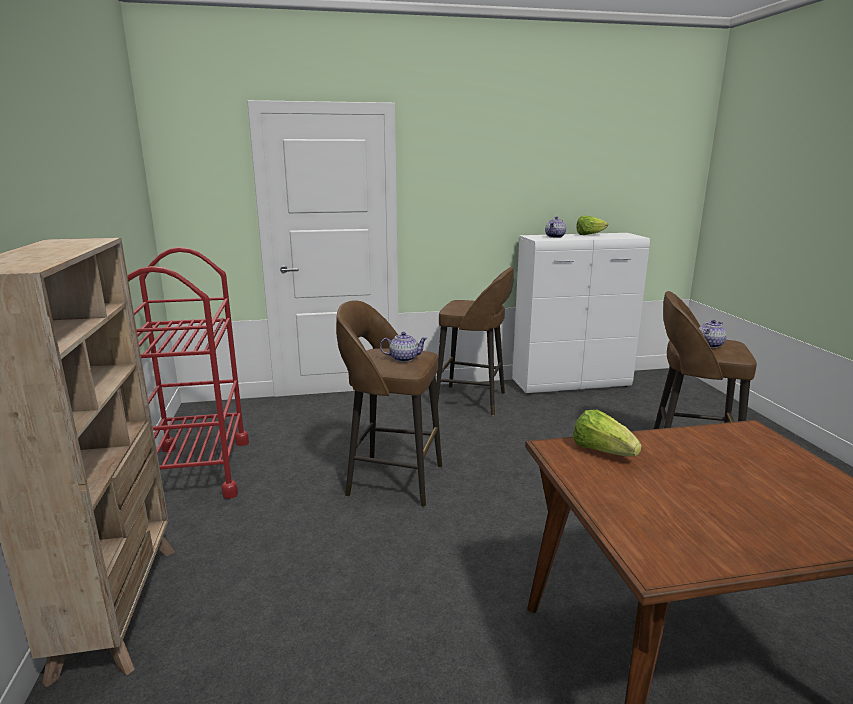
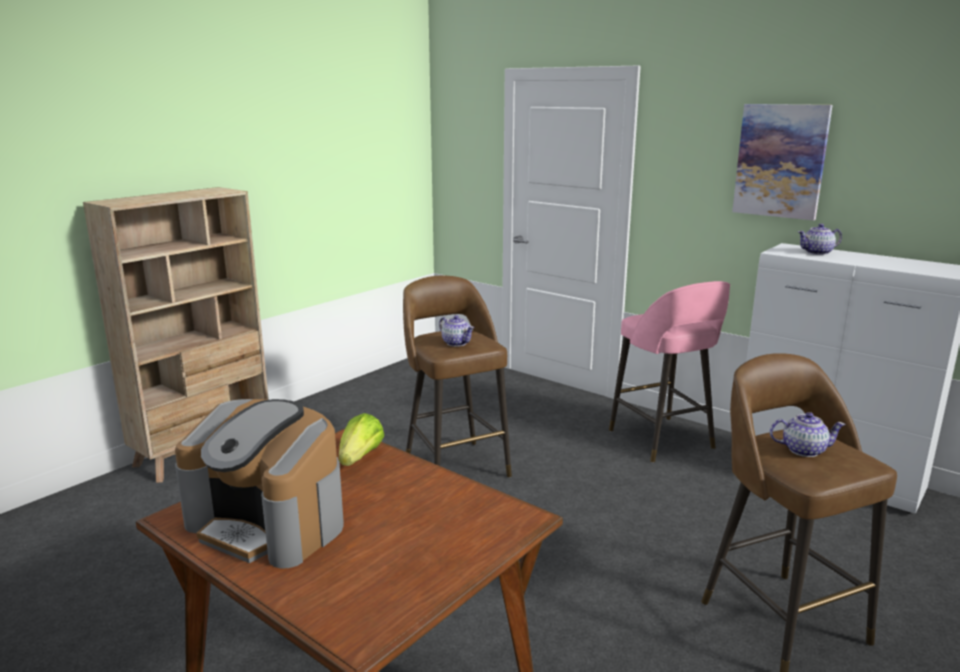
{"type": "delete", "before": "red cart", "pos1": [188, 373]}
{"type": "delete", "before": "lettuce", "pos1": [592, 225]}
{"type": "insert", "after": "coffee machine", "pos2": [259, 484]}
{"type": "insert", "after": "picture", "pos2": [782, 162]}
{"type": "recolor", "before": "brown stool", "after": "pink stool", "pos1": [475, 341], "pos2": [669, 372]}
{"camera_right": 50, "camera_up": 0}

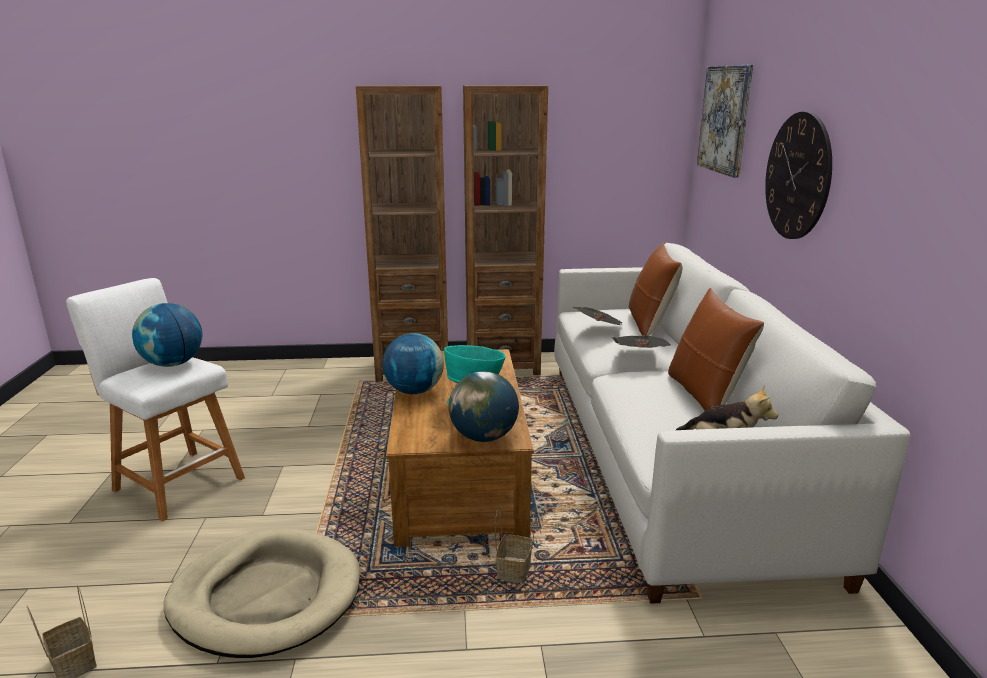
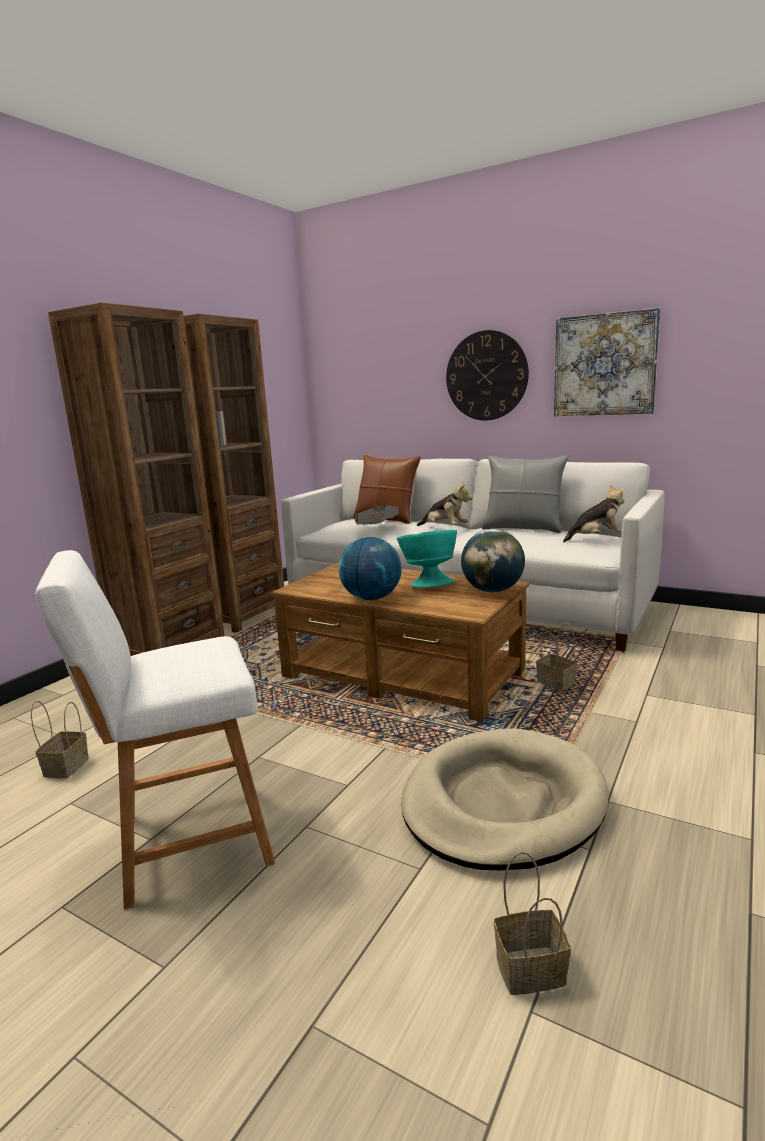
{"type": "delete", "before": "globe", "pos1": [167, 335]}
{"type": "insert", "after": "basket", "pos2": [60, 739]}
{"type": "move", "before": "picture", "pos1": [725, 121], "pos2": [607, 361]}
{"type": "replace", "before": "newspaper", "after": "plush toy", "pos1": [641, 341], "pos2": [445, 504]}
{"type": "recolor", "before": "brown pillow", "after": "grey pillow", "pos1": [716, 349], "pos2": [525, 494]}
{"camera_right": -55, "camera_up": -5}

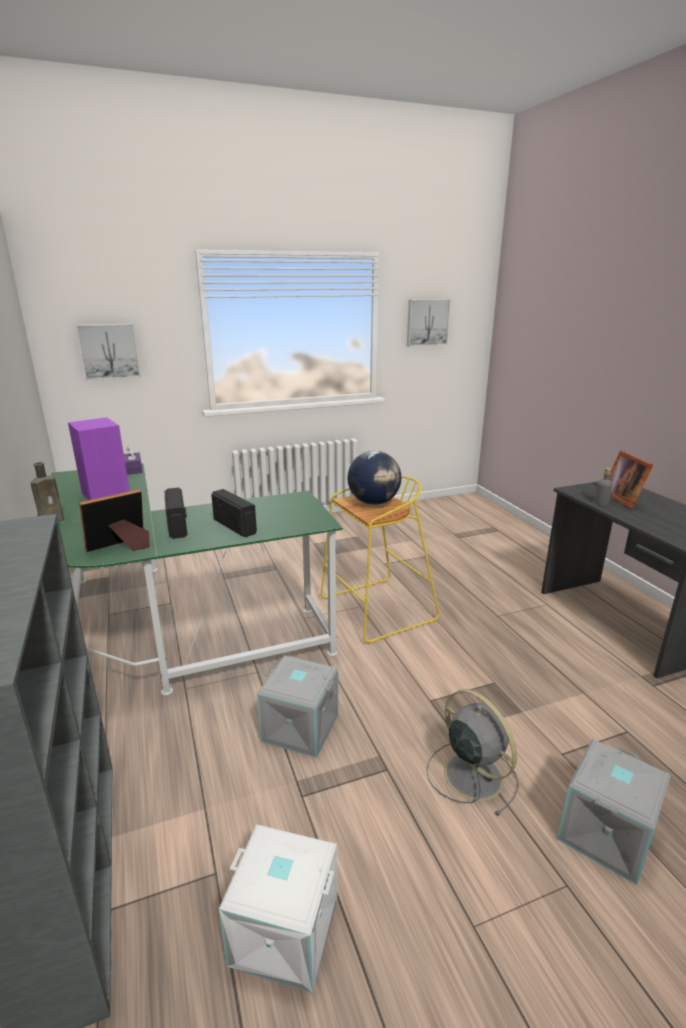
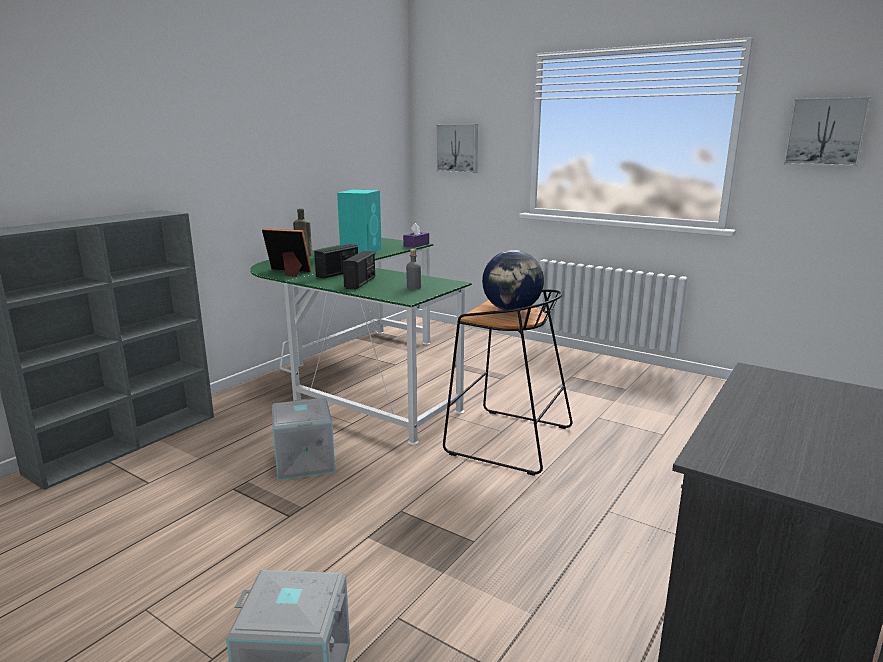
{"type": "delete", "before": "white storage box", "pos1": [278, 908]}
{"type": "delete", "before": "grey fan", "pos1": [473, 752]}
{"type": "delete", "before": "picture frame", "pos1": [631, 479]}
{"type": "move", "before": "grey bottle", "pos1": [603, 486], "pos2": [413, 269]}
{"type": "recolor", "before": "purple speaker", "after": "turquoise speaker", "pos1": [99, 458], "pos2": [359, 221]}
{"type": "recolor", "before": "yellow stool", "after": "black stool", "pos1": [380, 560], "pos2": [508, 383]}
{"camera_right": 55, "camera_up": -5}

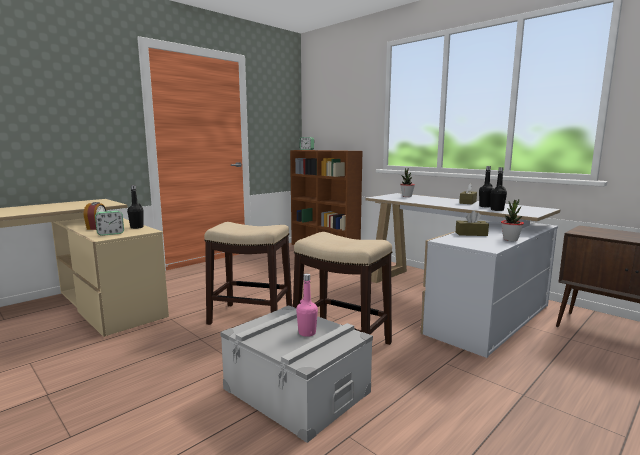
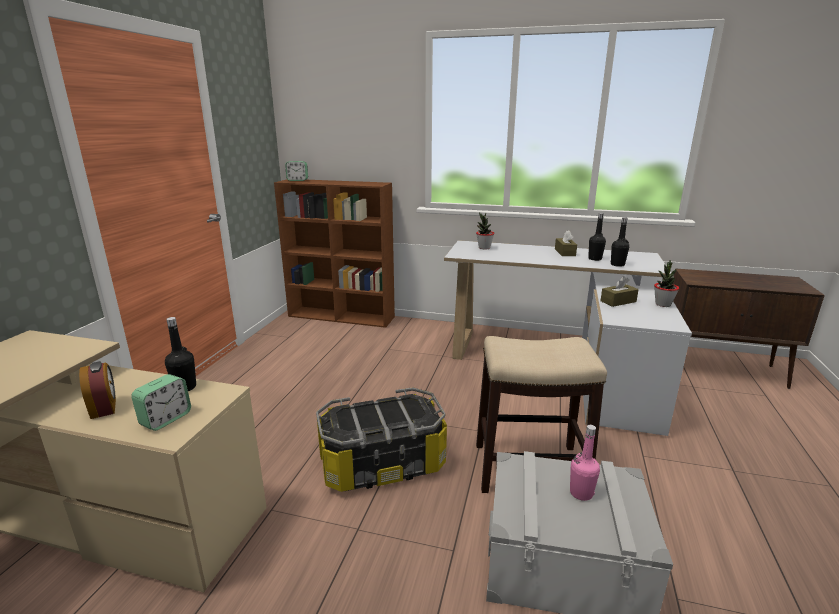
{"type": "replace", "before": "stool", "after": "storage box", "pos1": [248, 273], "pos2": [381, 439]}
{"camera_right": -30, "camera_up": 10}

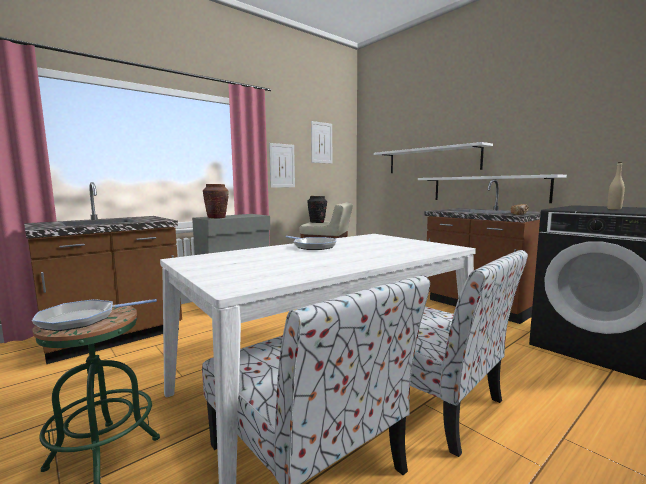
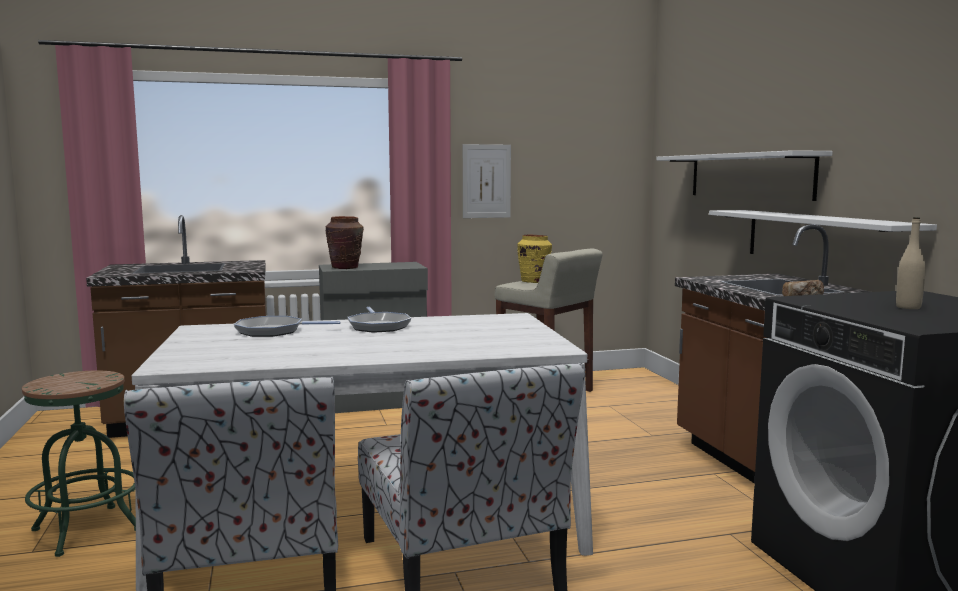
{"type": "delete", "before": "picture", "pos1": [321, 142]}
{"type": "move", "before": "frying pan", "pos1": [94, 315], "pos2": [287, 326]}
{"type": "recolor", "before": "black vase", "after": "yellow vase", "pos1": [317, 209], "pos2": [534, 259]}
{"camera_right": 25, "camera_up": 0}

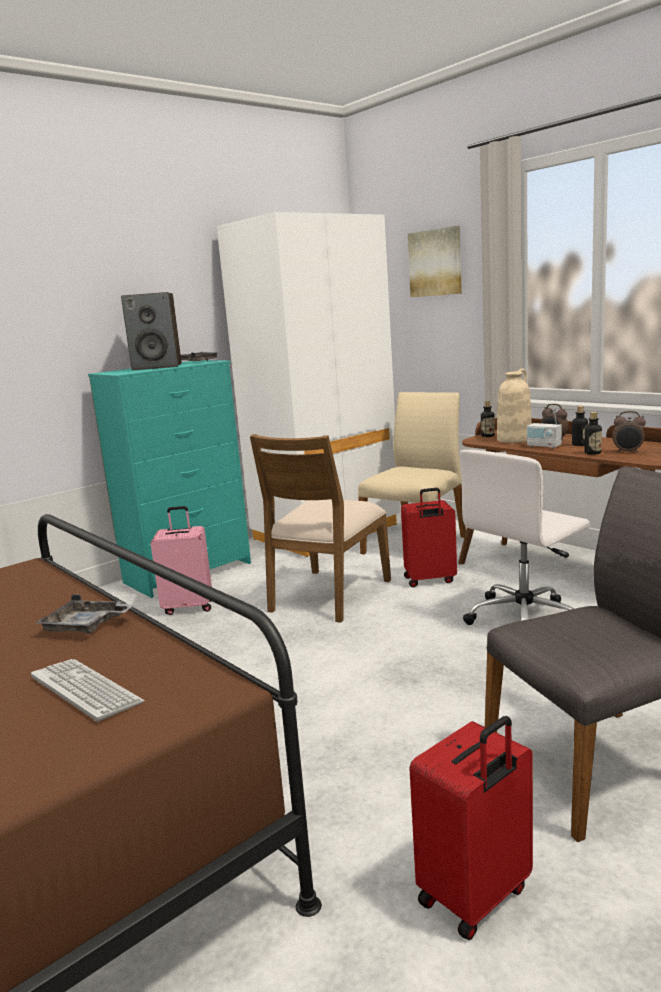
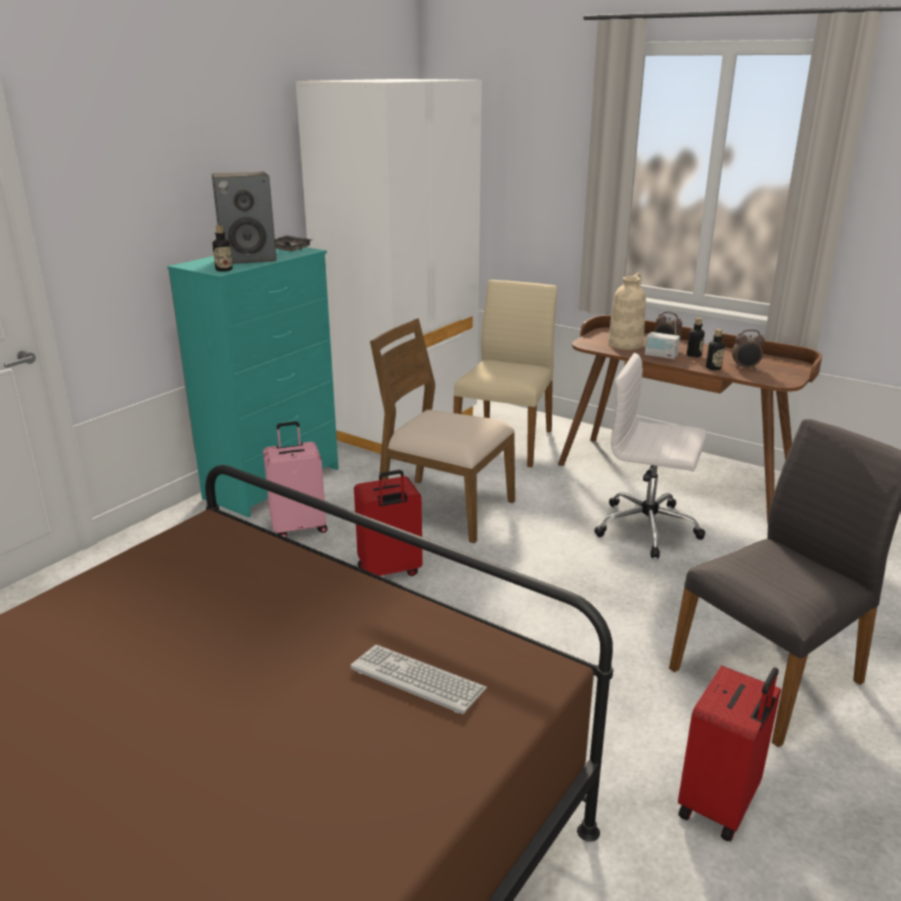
{"type": "delete", "before": "grey tray", "pos1": [85, 614]}
{"type": "delete", "before": "picture", "pos1": [435, 261]}
{"type": "move", "before": "red suitcase", "pos1": [429, 537], "pos2": [388, 523]}
{"type": "move", "before": "bottle", "pos1": [488, 419], "pos2": [223, 249]}
{"type": "rotate", "before": "brown chair", "pos1": [320, 528], "pos2": [442, 430], "turn": 105}
{"type": "rotate", "before": "white office chair", "pos1": [525, 537], "pos2": [650, 455], "turn": 75}
{"camera_right": -15, "camera_up": 10}

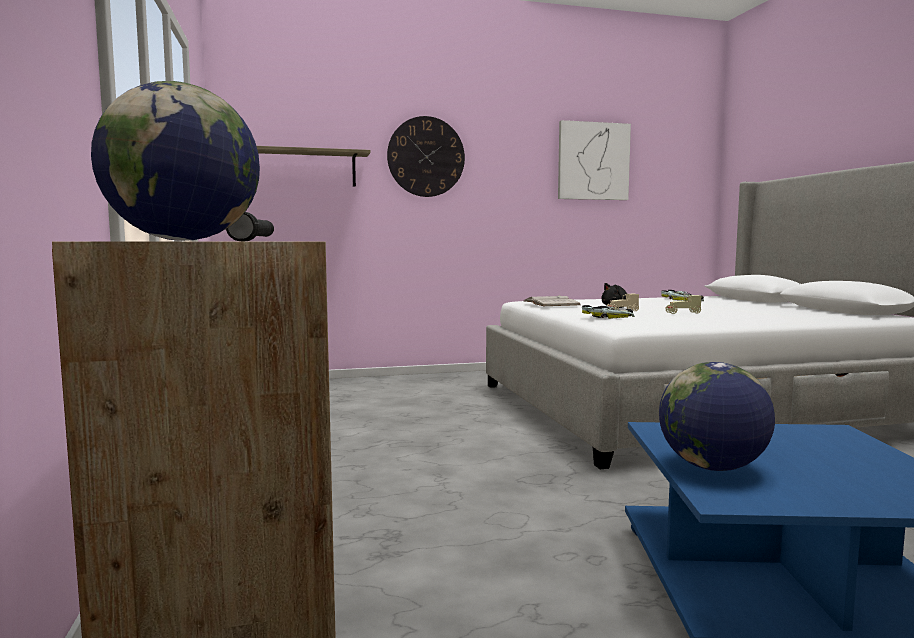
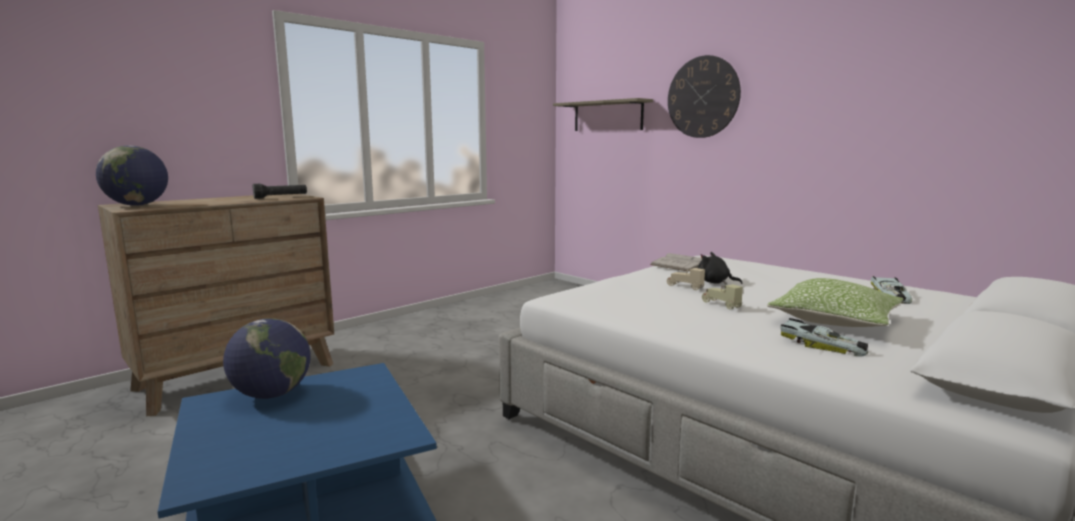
{"type": "delete", "before": "picture", "pos1": [594, 160]}
{"type": "insert", "after": "pillow", "pos2": [835, 302]}
{"type": "move", "before": "toy car", "pos1": [608, 312], "pos2": [824, 337]}
{"camera_right": 60, "camera_up": 5}

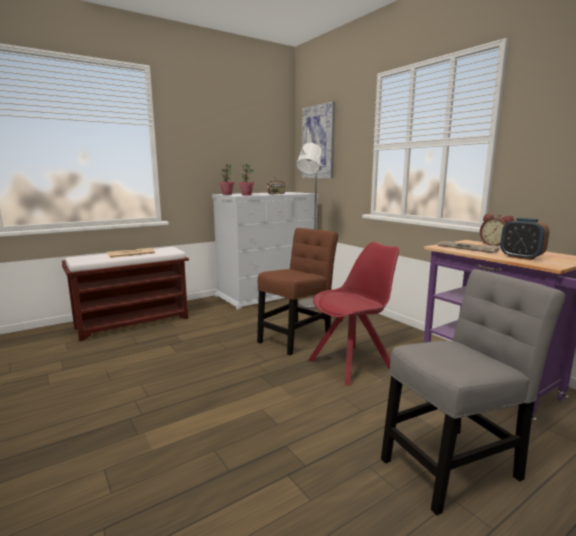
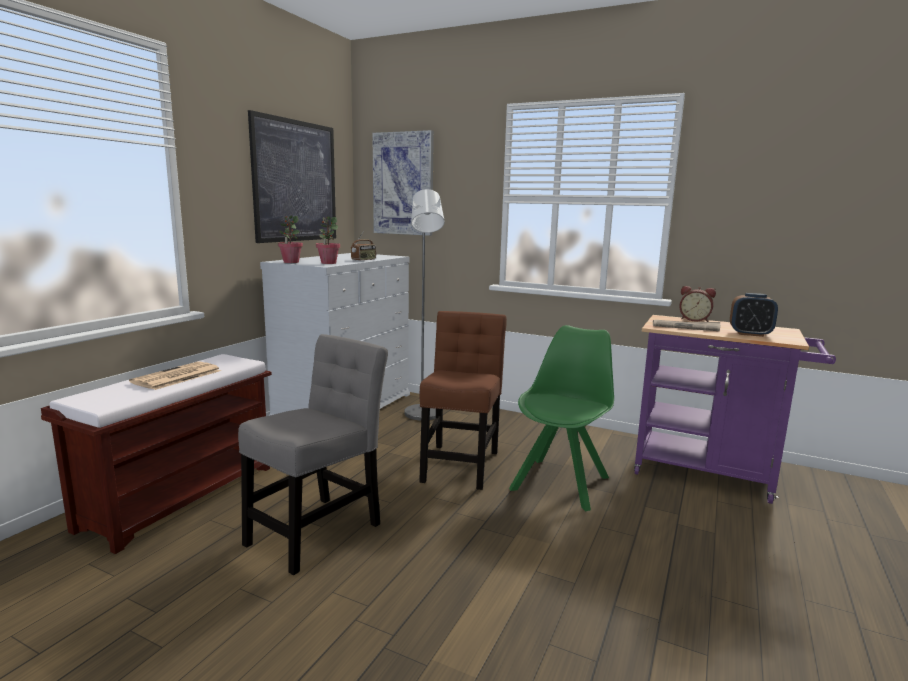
{"type": "insert", "after": "picture", "pos2": [292, 176]}
{"type": "move", "before": "grey chair", "pos1": [473, 392], "pos2": [313, 454]}
{"type": "recolor", "before": "red chair", "after": "green chair", "pos1": [353, 314], "pos2": [561, 418]}
{"camera_right": -30, "camera_up": 0}

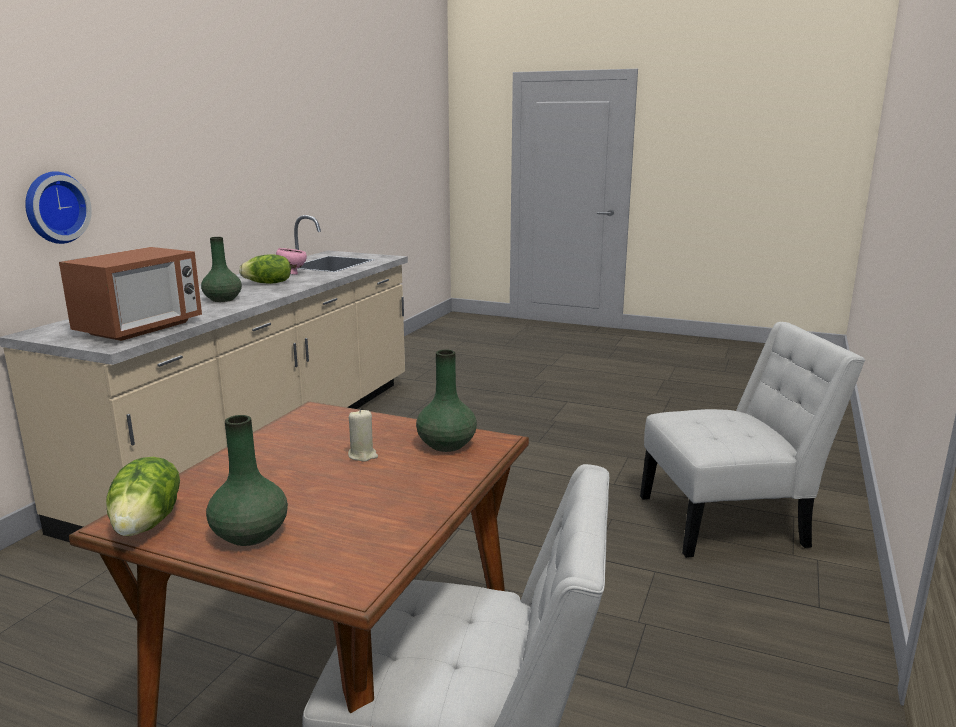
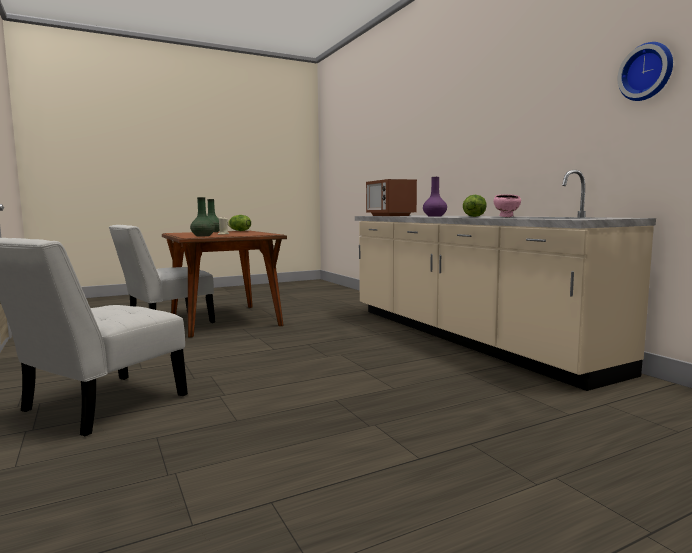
{"type": "move", "before": "wall clock", "pos1": [58, 207], "pos2": [645, 71]}
{"type": "recolor", "before": "green vase", "after": "purple vase", "pos1": [221, 269], "pos2": [435, 197]}
{"camera_right": 130, "camera_up": -10}

